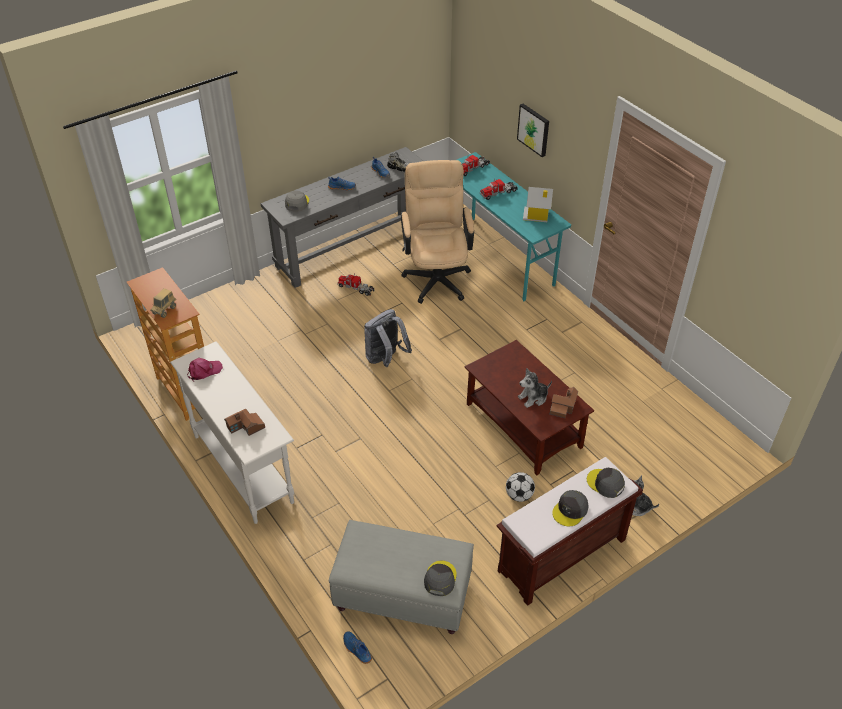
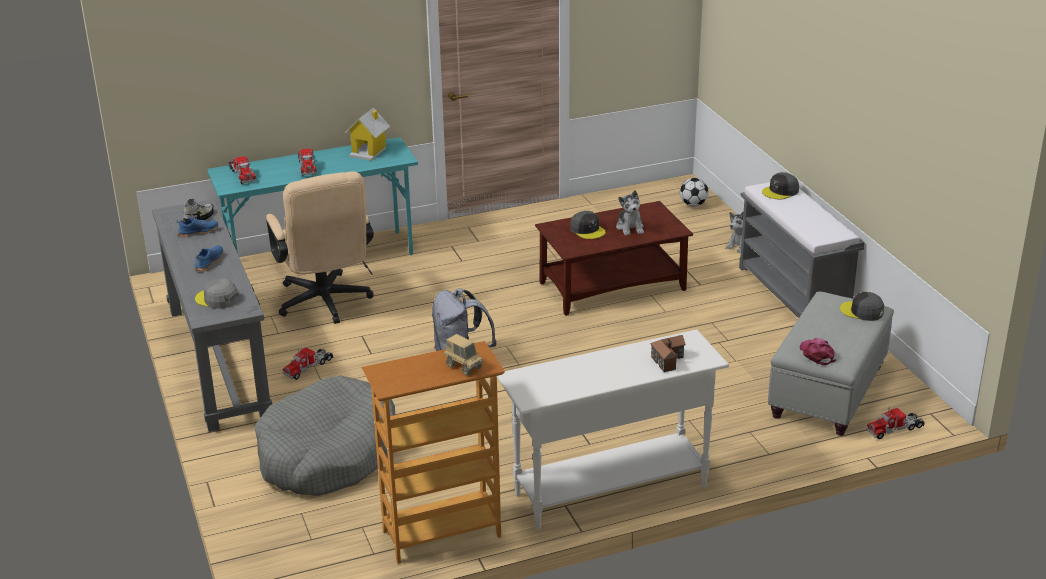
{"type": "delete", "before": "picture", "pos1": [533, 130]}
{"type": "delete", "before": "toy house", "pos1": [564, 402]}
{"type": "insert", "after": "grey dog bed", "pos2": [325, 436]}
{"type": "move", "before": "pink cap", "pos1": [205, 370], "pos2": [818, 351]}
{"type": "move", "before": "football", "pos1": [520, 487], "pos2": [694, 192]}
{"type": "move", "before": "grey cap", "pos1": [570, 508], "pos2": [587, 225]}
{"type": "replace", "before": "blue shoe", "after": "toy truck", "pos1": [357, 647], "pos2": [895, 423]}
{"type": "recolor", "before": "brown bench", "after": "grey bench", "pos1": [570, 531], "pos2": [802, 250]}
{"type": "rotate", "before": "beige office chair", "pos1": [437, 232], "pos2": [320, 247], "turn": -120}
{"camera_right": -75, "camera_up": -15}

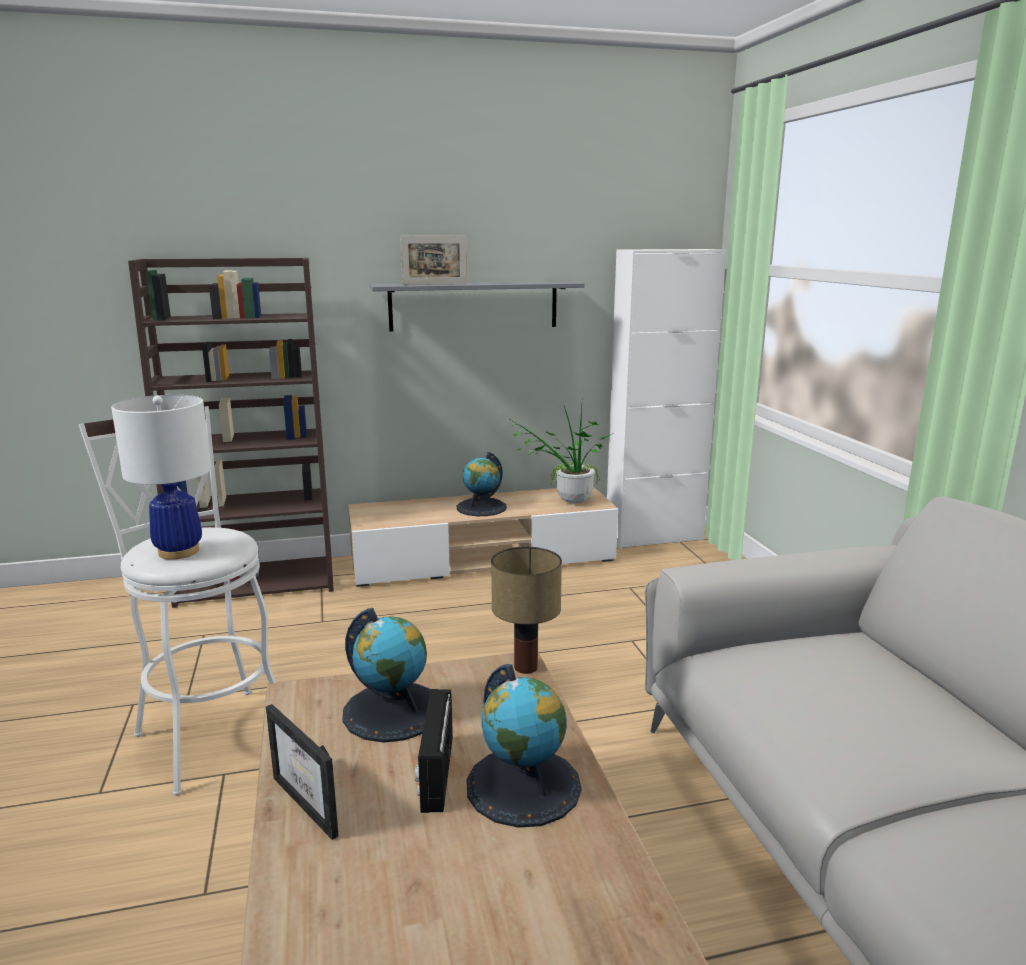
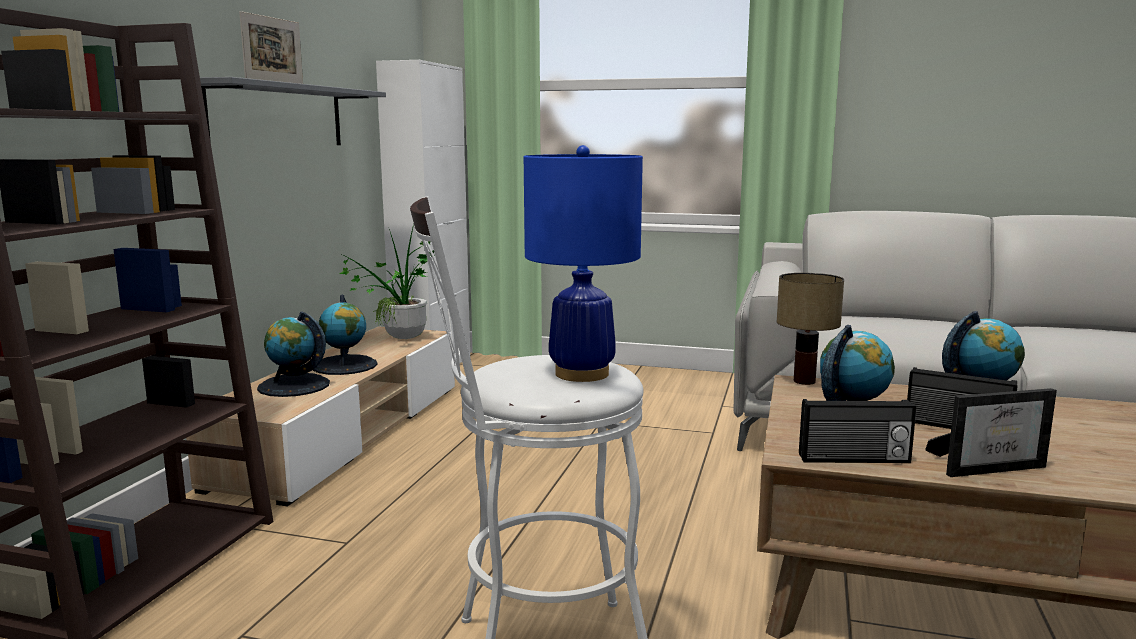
{"type": "insert", "after": "globe", "pos2": [293, 354]}
{"type": "insert", "after": "radio", "pos2": [857, 431]}
{"type": "recolor", "before": "white table lamp", "after": "blue table lamp", "pos1": [161, 477], "pos2": [583, 263]}
{"camera_right": -60, "camera_up": -5}

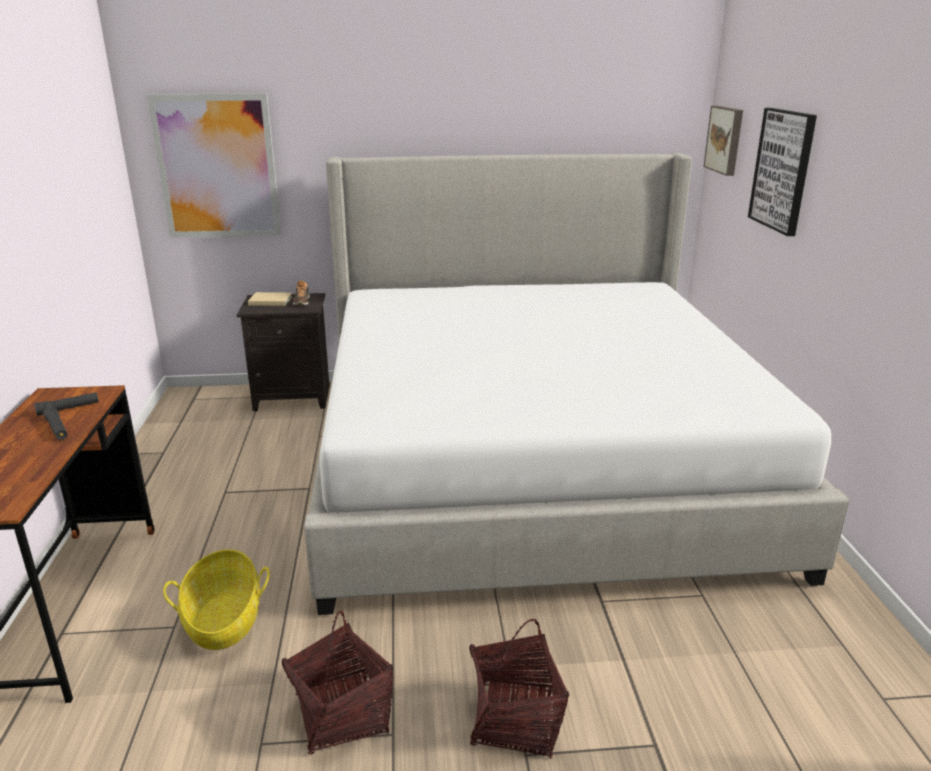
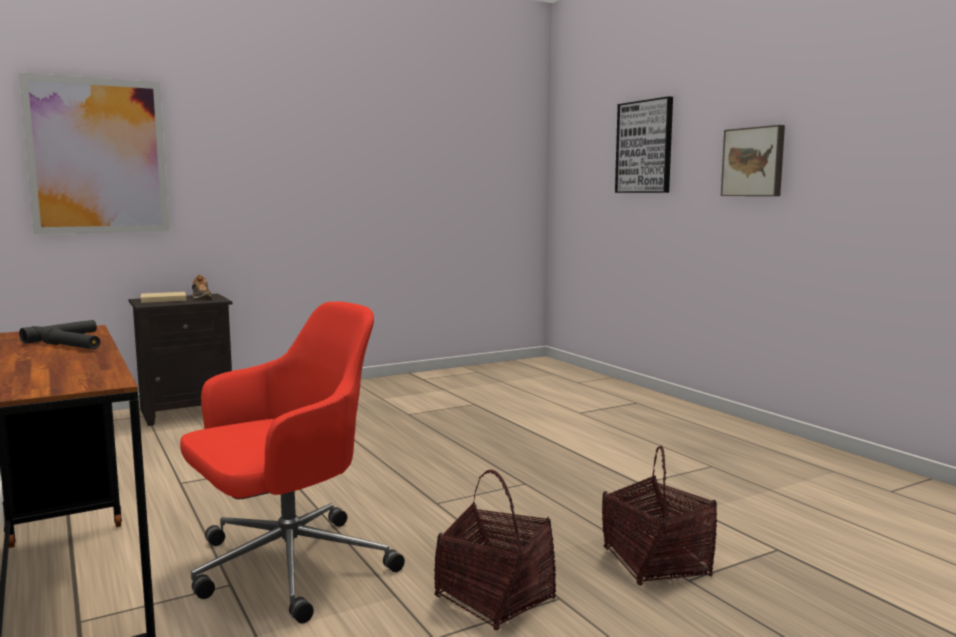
{"type": "delete", "before": "bed", "pos1": [576, 384]}
{"type": "move", "before": "picture", "pos1": [723, 141], "pos2": [753, 160]}
{"type": "replace", "before": "basket", "after": "red office chair", "pos1": [216, 599], "pos2": [292, 462]}
{"camera_right": -25, "camera_up": -15}

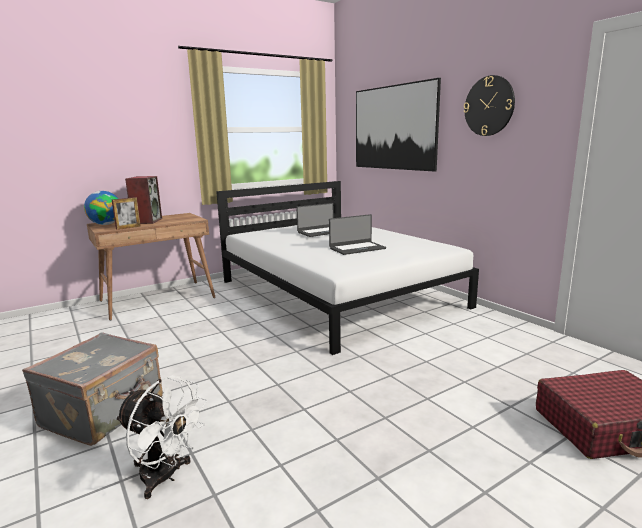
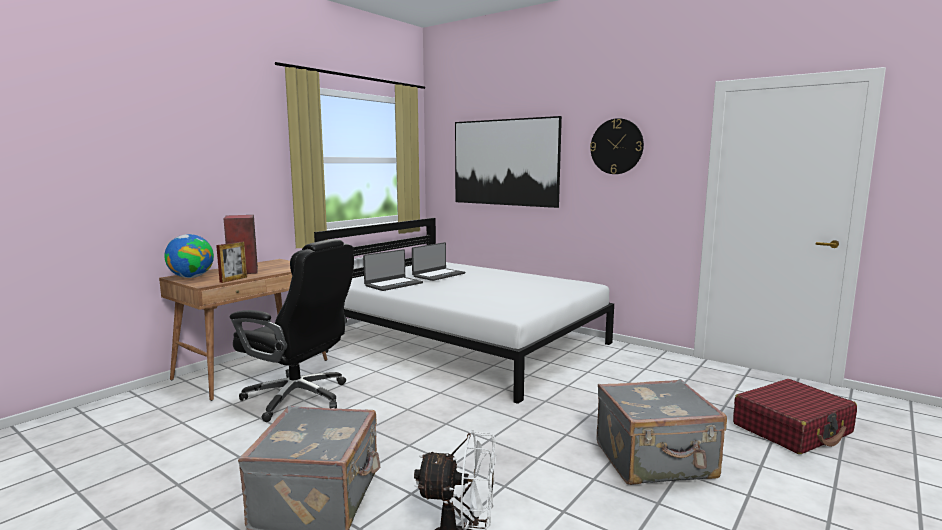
{"type": "insert", "after": "black office chair", "pos2": [292, 330]}
{"type": "insert", "after": "grey suitcase", "pos2": [662, 432]}
{"type": "move", "before": "laptop", "pos1": [357, 234], "pos2": [393, 270]}
{"camera_right": -20, "camera_up": -5}

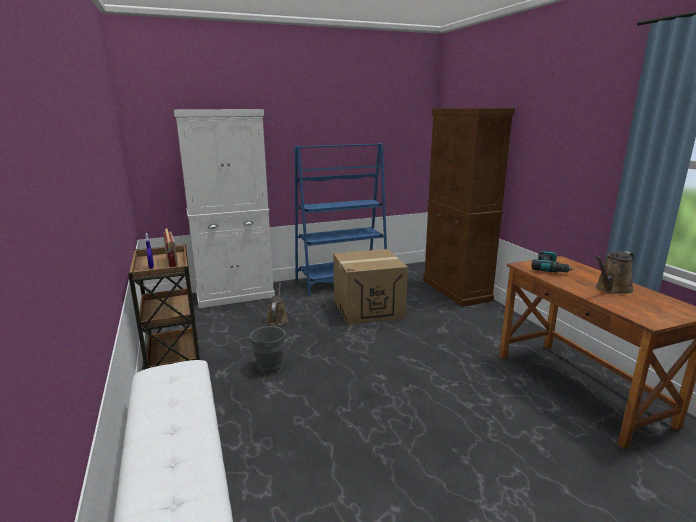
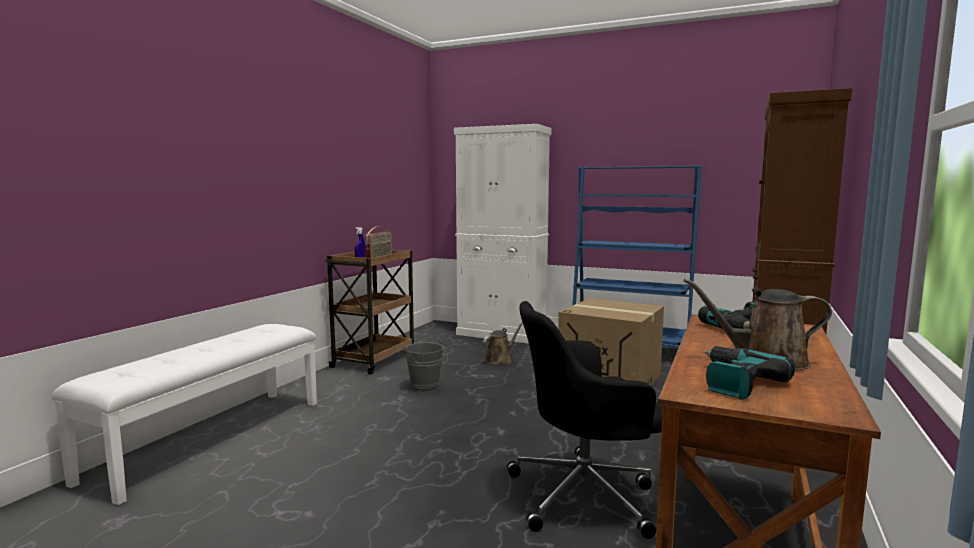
{"type": "insert", "after": "black office chair", "pos2": [585, 420]}
{"type": "insert", "after": "power drill", "pos2": [749, 372]}
{"camera_right": 45, "camera_up": -10}

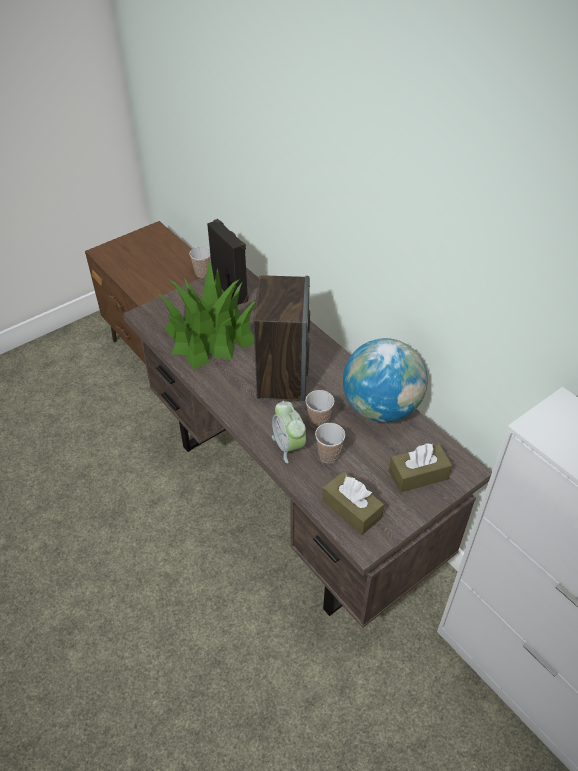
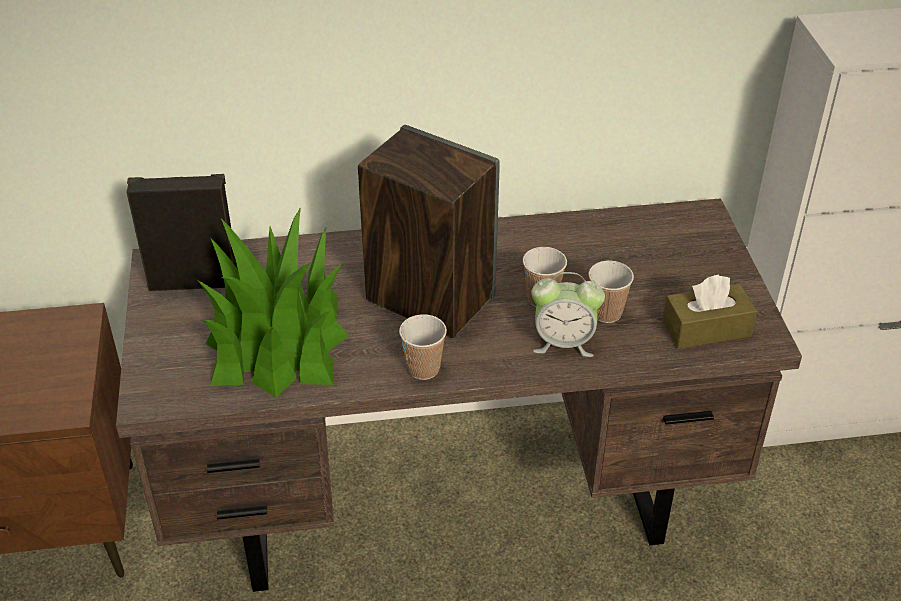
{"type": "delete", "before": "globe", "pos1": [385, 380]}
{"type": "delete", "before": "brown tissue box", "pos1": [420, 468]}
{"type": "move", "before": "cup", "pos1": [200, 262], "pos2": [423, 347]}
{"camera_right": -60, "camera_up": -5}

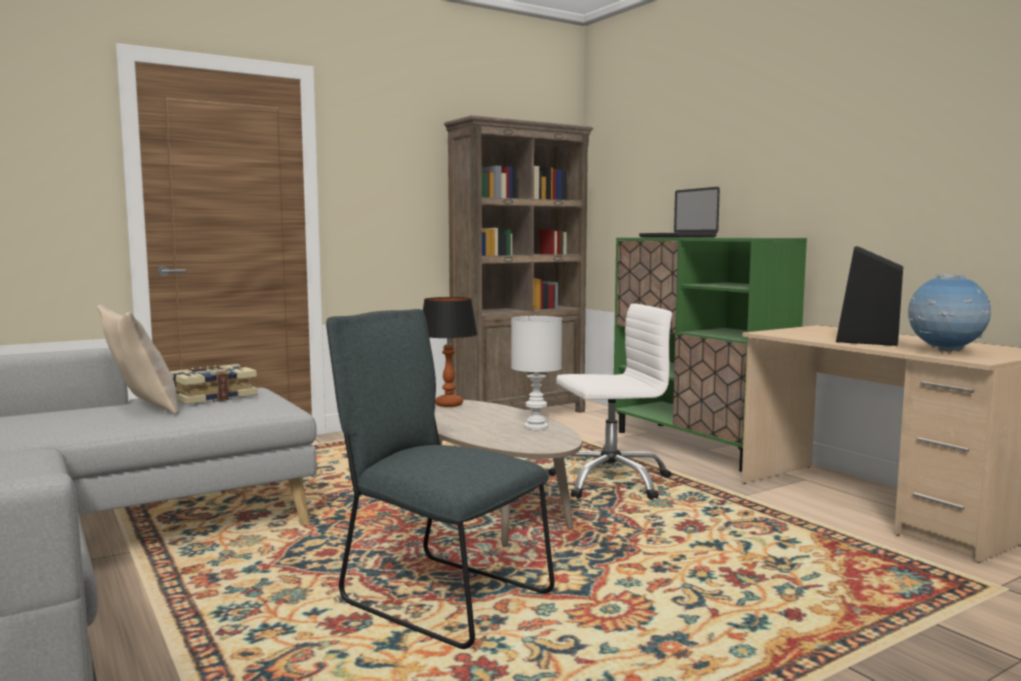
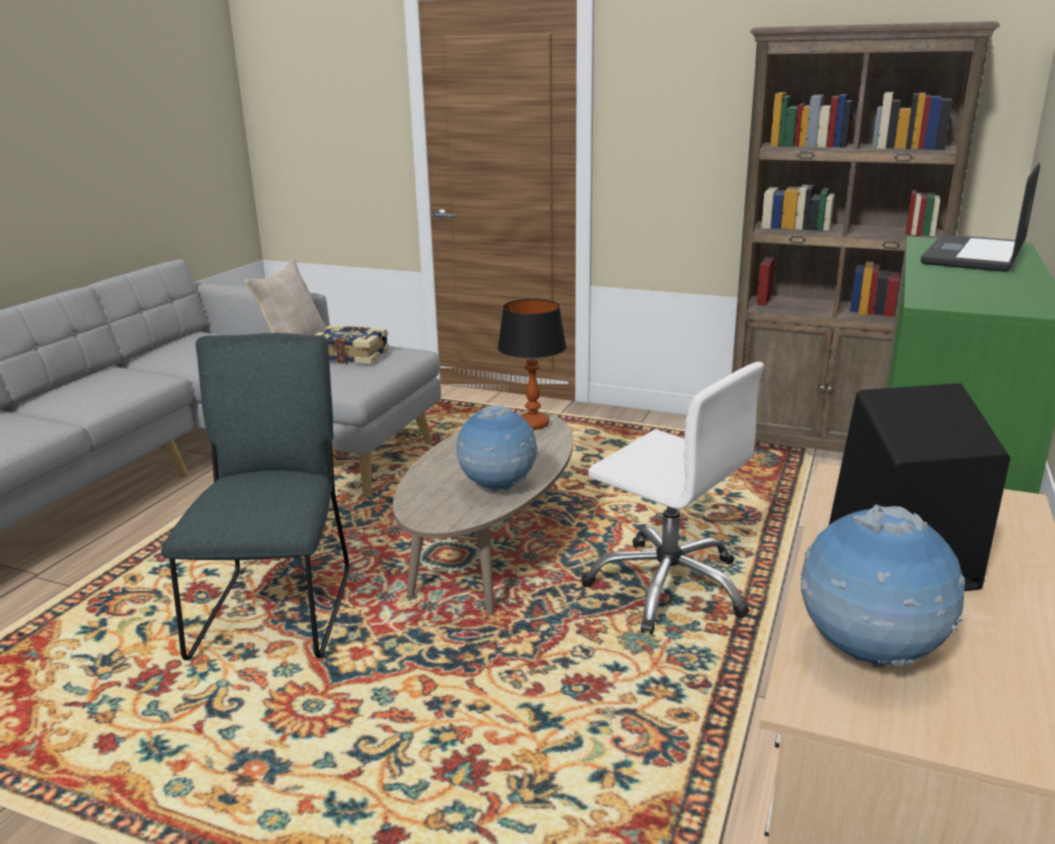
{"type": "replace", "before": "white table lamp", "after": "globe", "pos1": [536, 373], "pos2": [497, 448]}
{"camera_right": 55, "camera_up": 15}

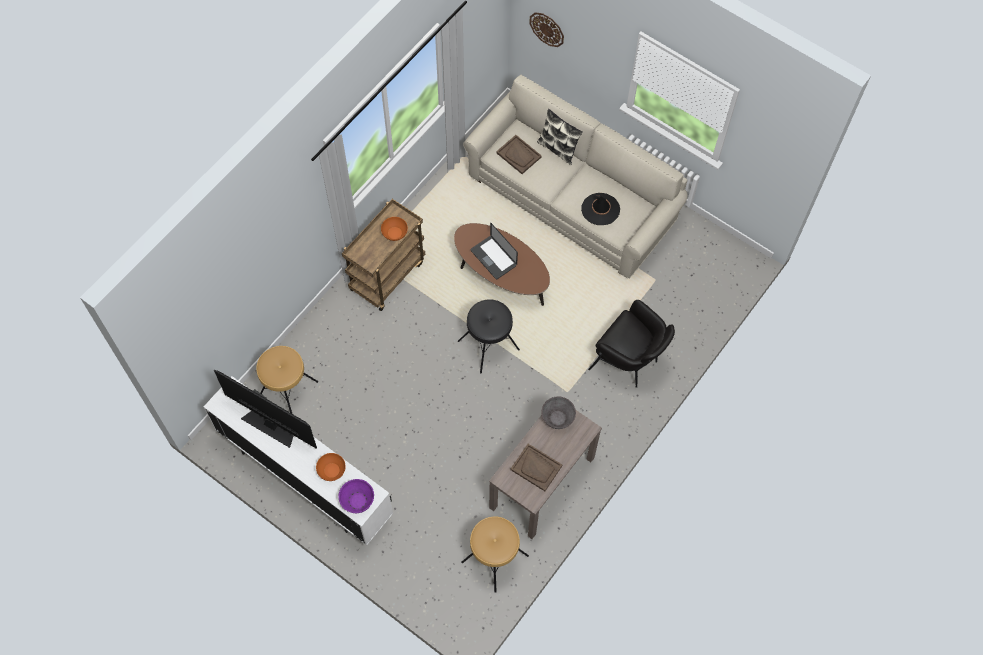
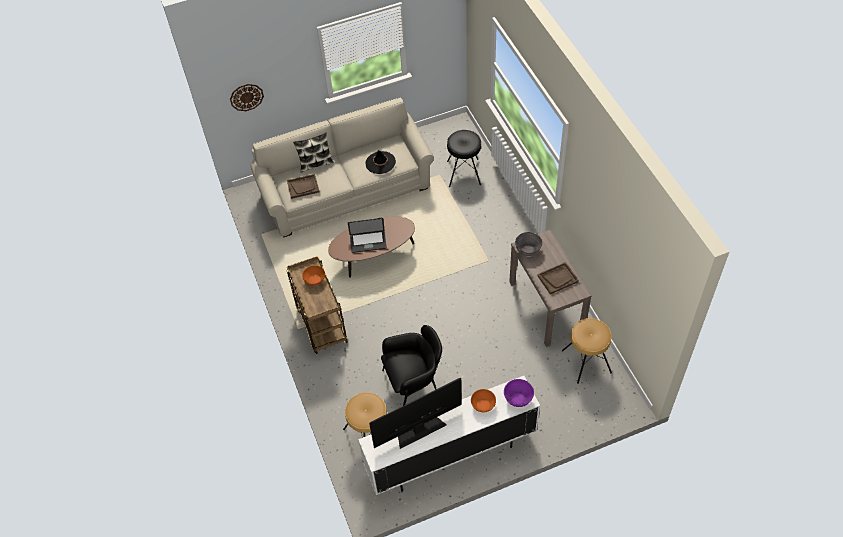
{"type": "move", "before": "black stool", "pos1": [489, 336], "pos2": [464, 158]}
{"type": "move", "before": "black armchair", "pos1": [631, 344], "pos2": [411, 365]}
{"camera_right": -55, "camera_up": -10}

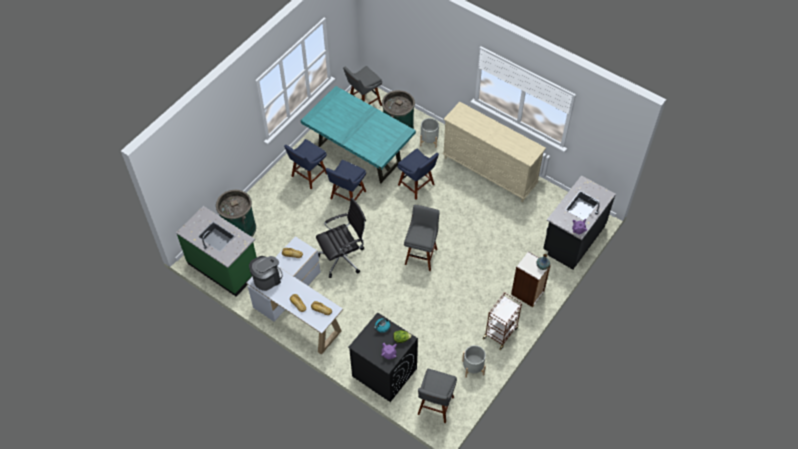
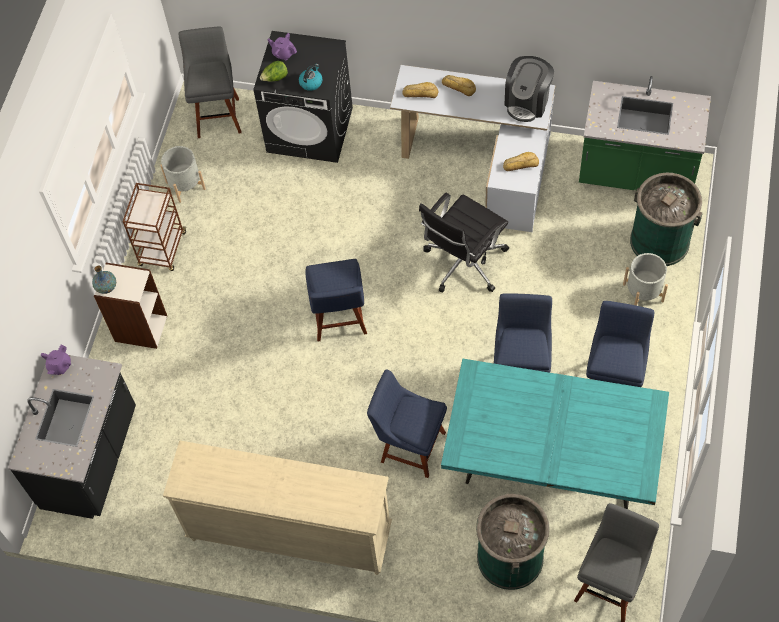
{"type": "move", "before": "grey planter", "pos1": [429, 133], "pos2": [645, 279]}
{"type": "replace", "before": "grey stool", "after": "blue chair", "pos1": [422, 238], "pos2": [336, 300]}
{"camera_right": 160, "camera_up": 5}

